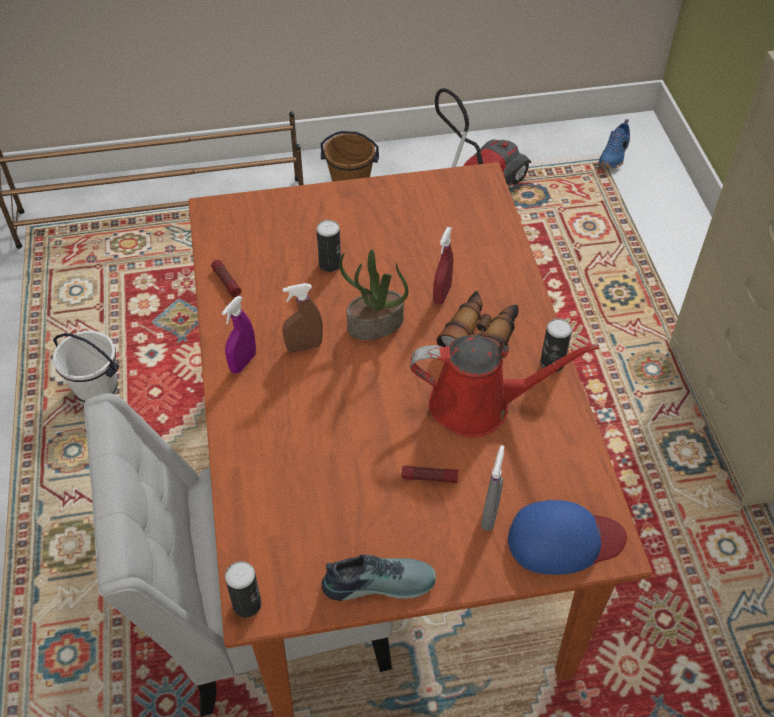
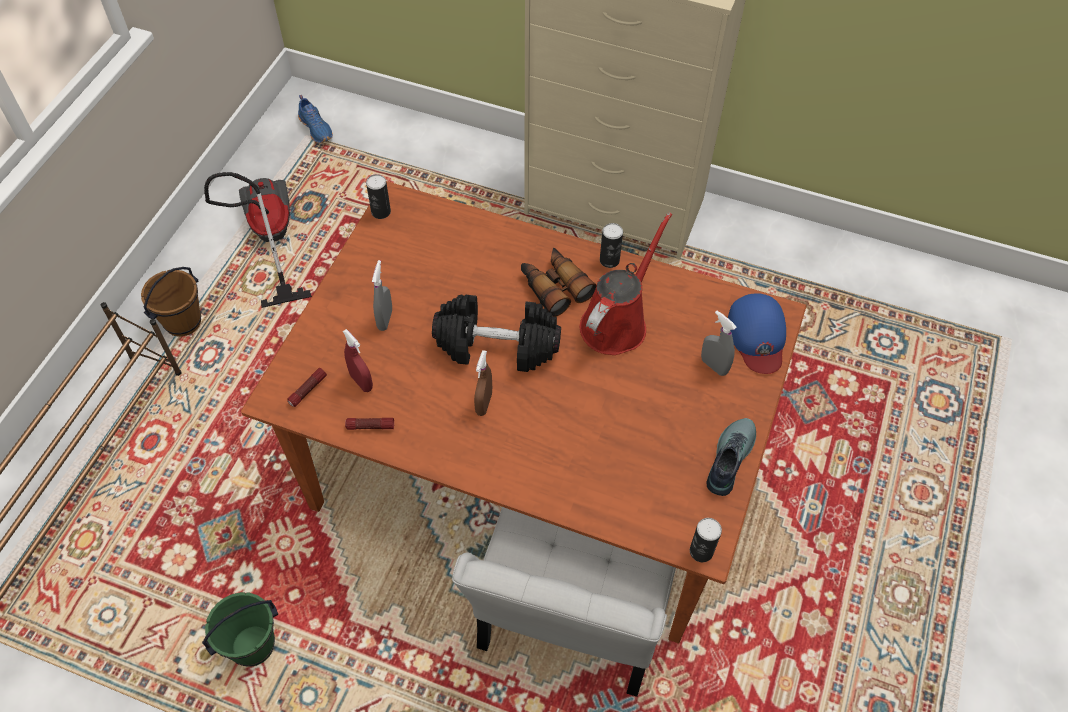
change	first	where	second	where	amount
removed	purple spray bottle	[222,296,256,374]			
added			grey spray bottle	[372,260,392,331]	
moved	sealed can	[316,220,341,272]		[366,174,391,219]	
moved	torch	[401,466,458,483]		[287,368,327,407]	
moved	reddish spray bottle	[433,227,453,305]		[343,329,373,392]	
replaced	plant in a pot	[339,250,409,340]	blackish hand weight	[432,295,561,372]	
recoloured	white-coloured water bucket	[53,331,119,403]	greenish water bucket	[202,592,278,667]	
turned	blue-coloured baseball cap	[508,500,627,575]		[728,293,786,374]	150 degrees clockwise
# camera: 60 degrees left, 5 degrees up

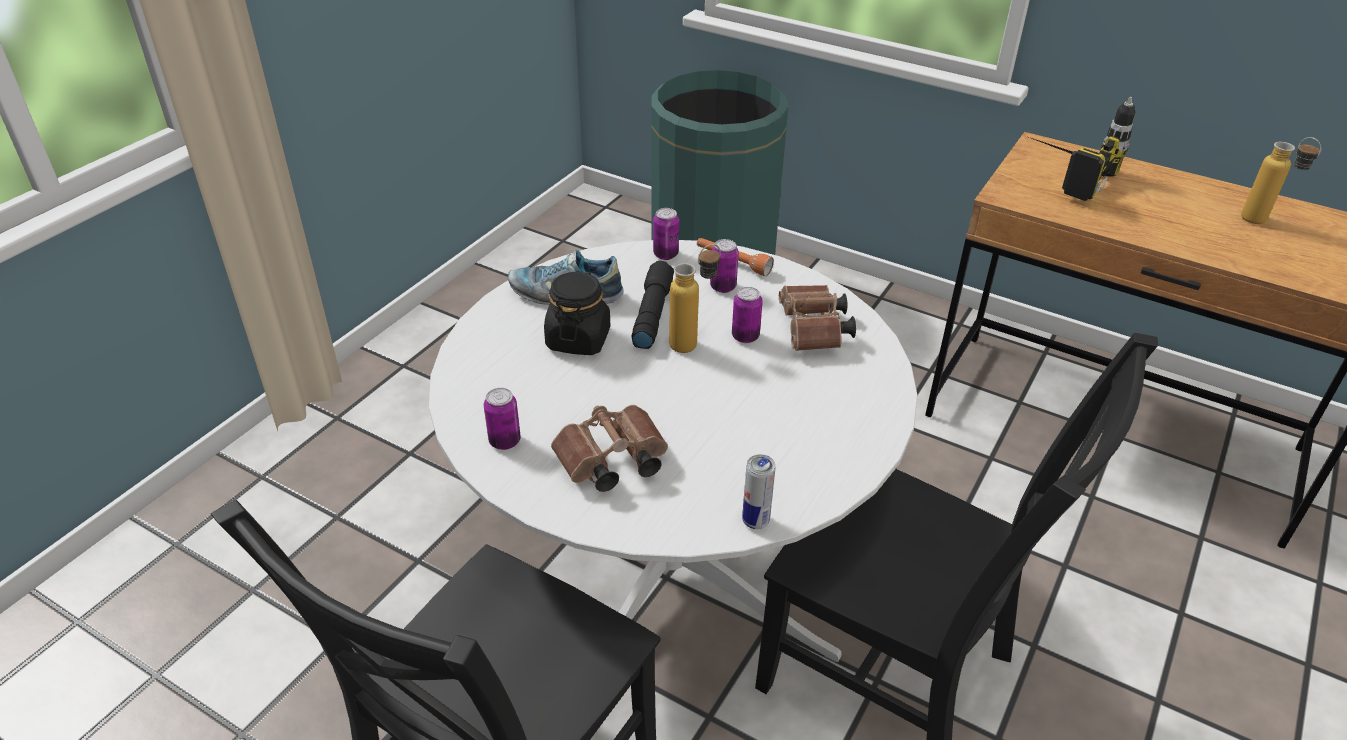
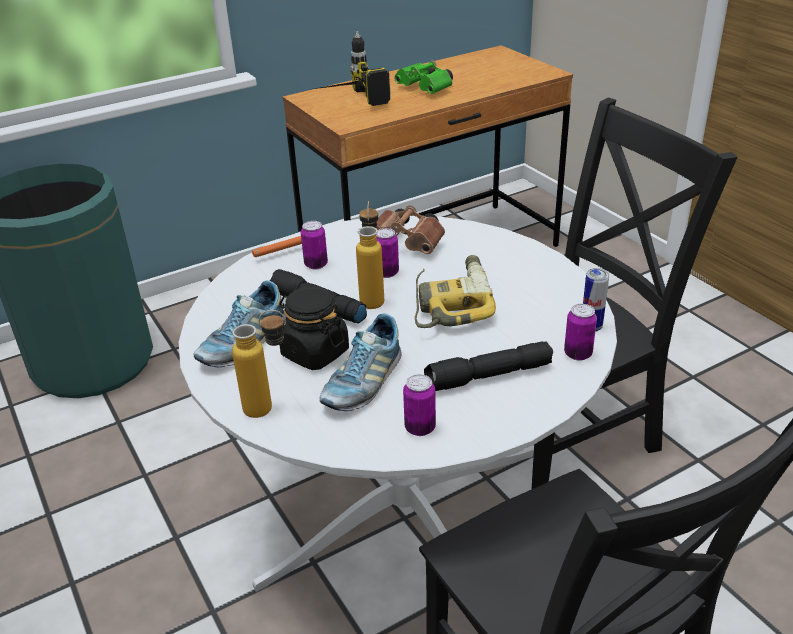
change	first	where	second	where	amount
added			item of footwear	[320,314,402,411]	
added			greenish field glasses	[394,60,453,94]	
added			drill	[415,255,496,328]	
moved	sealed can	[653,208,679,260]		[564,304,597,361]	
moved	beverage bottle	[1241,137,1321,224]		[232,310,286,418]	
replaced	brown field glasses	[551,405,668,492]	blackish torch	[424,341,553,391]	
# camera: 60 degrees left, 5 degrees down

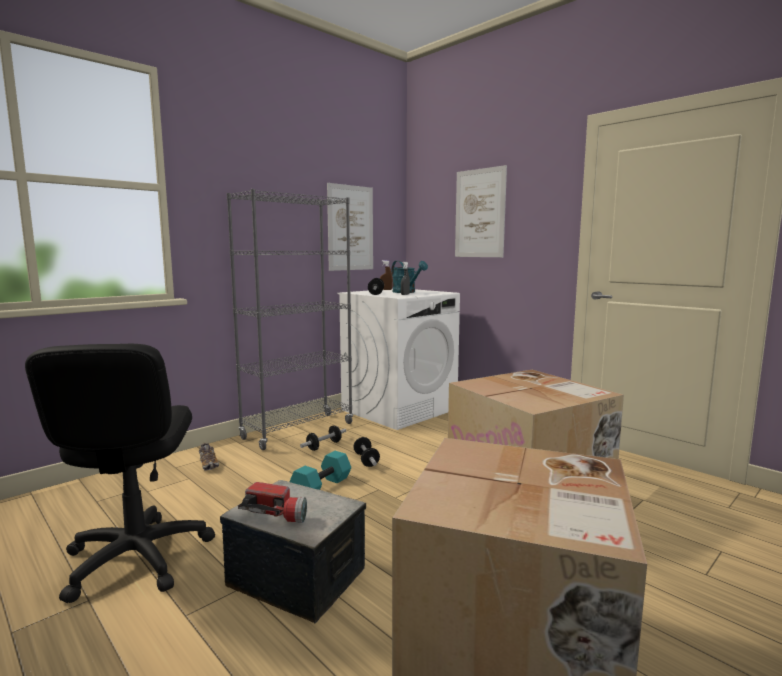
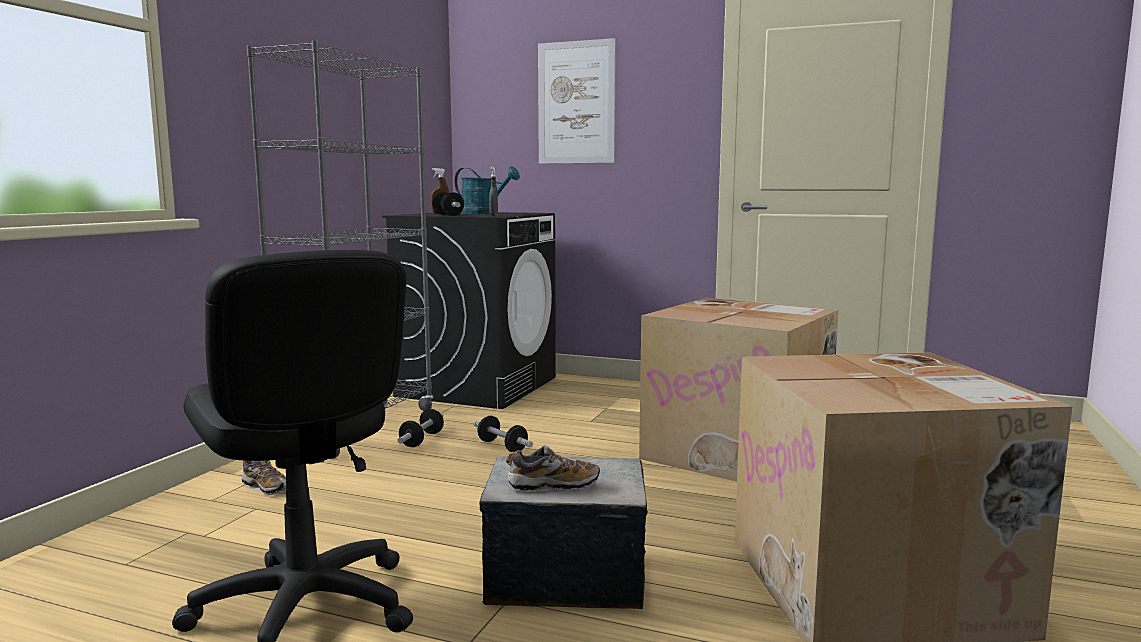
change	first	where	second	where	amount
removed	turquoise-coloured hand weight	[290,451,351,490]			
removed	picture	[327,183,373,271]			
replaced	torch	[238,482,307,523]	item of footwear	[506,445,600,492]	
recoloured	white-coloured laundry machine	[338,289,460,430]	blackish laundry machine	[382,212,556,409]	
# camera: 25 degrees left, 0 degrees up

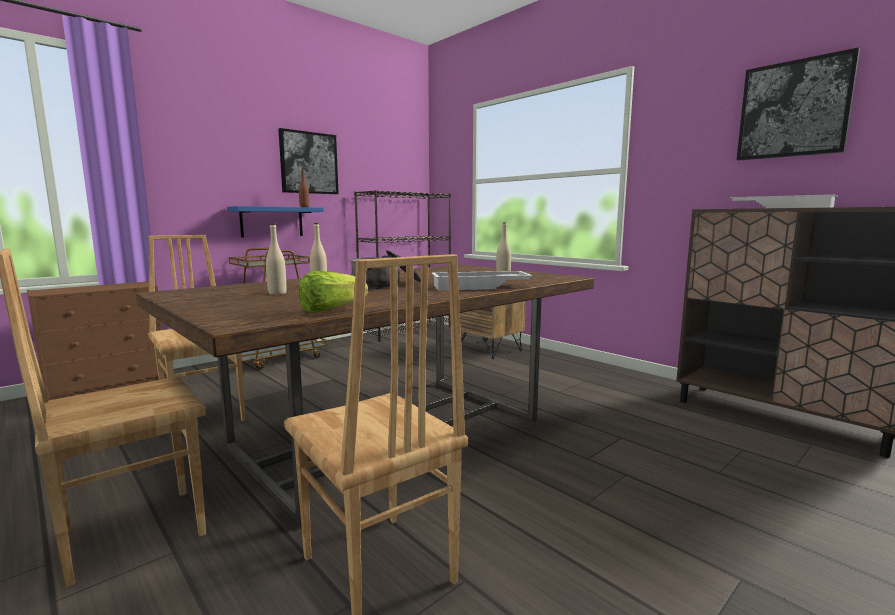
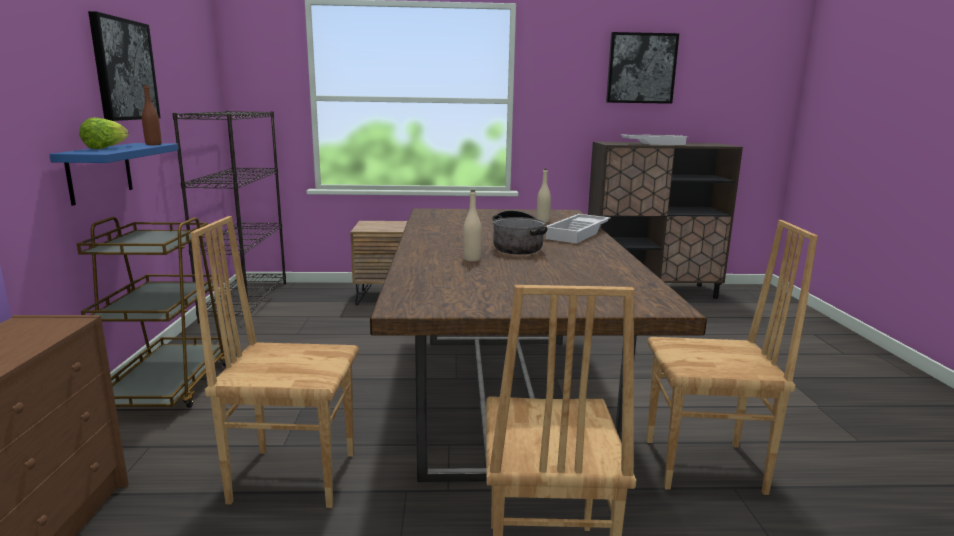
change	first	where	second	where	amount
removed	beige-coloured beverage bottle	[266,224,286,295]			
moved	lettuce head	[299,271,368,312]		[79,117,129,149]	
# camera: 50 degrees left, 5 degrees up

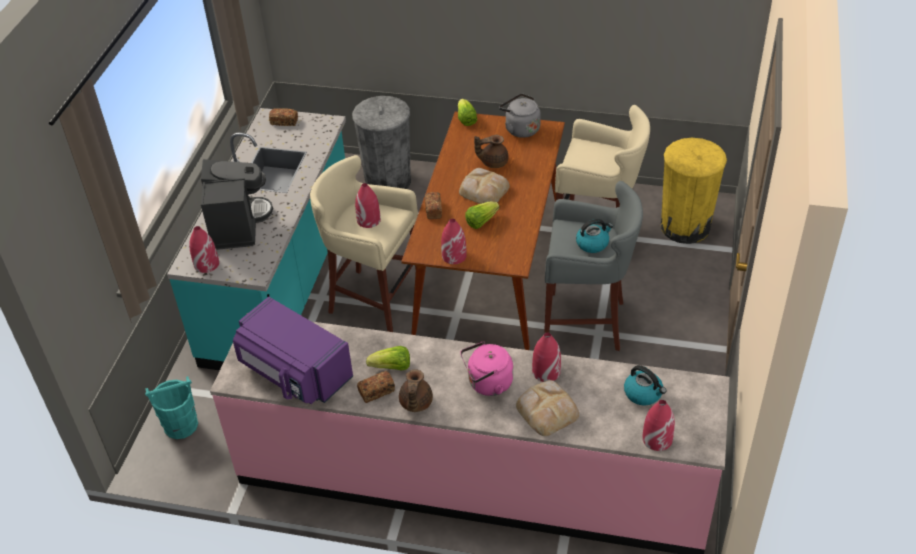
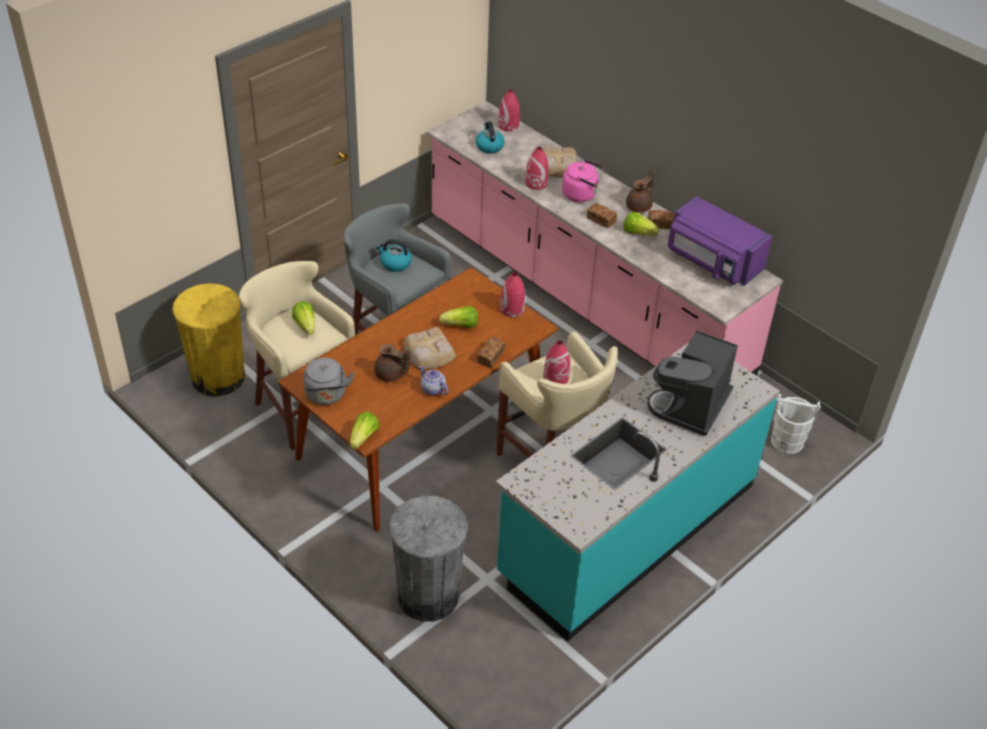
change	first	where	second	where	amount
removed	reddish flower vase	[189,226,219,273]			
added			lettuce head	[292,301,315,335]	
added			teapot	[419,365,448,396]	
moved	bakery bread	[269,108,298,126]		[587,203,617,228]	
recoloured	turquoise-coloured water bucket	[145,376,198,439]	white-coloured water bucket	[771,394,821,454]	
turned	purple microwave oven	[233,297,353,404]		[668,196,772,285]	150 degrees clockwise
# camera: 150 degrees left, 0 degrees up

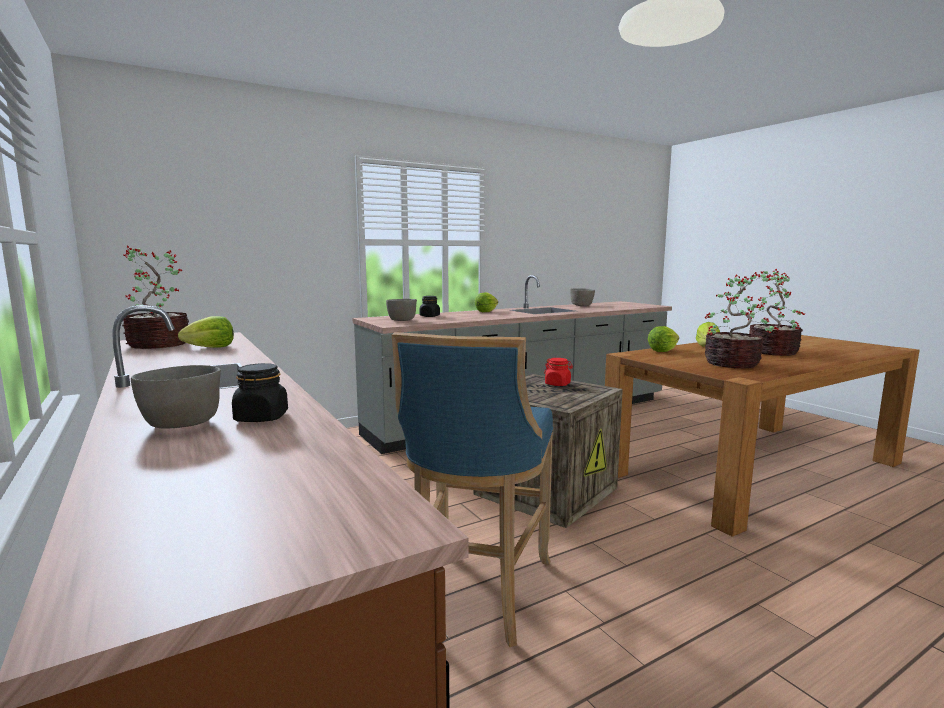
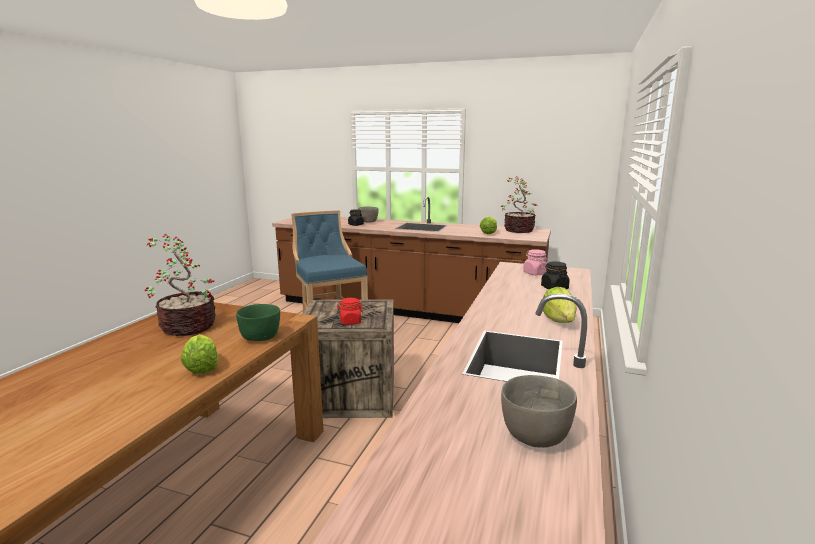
change	first	where	second	where	amount
removed	plant in a pot	[748,269,805,356]			
replaced	grey deep dish	[386,299,417,321]	pink-coloured jar	[523,249,548,275]	
replaced	lettuce head	[648,326,679,352]	greenish deep dish	[236,304,280,341]	
# camera: 140 degrees right, 5 degrees up

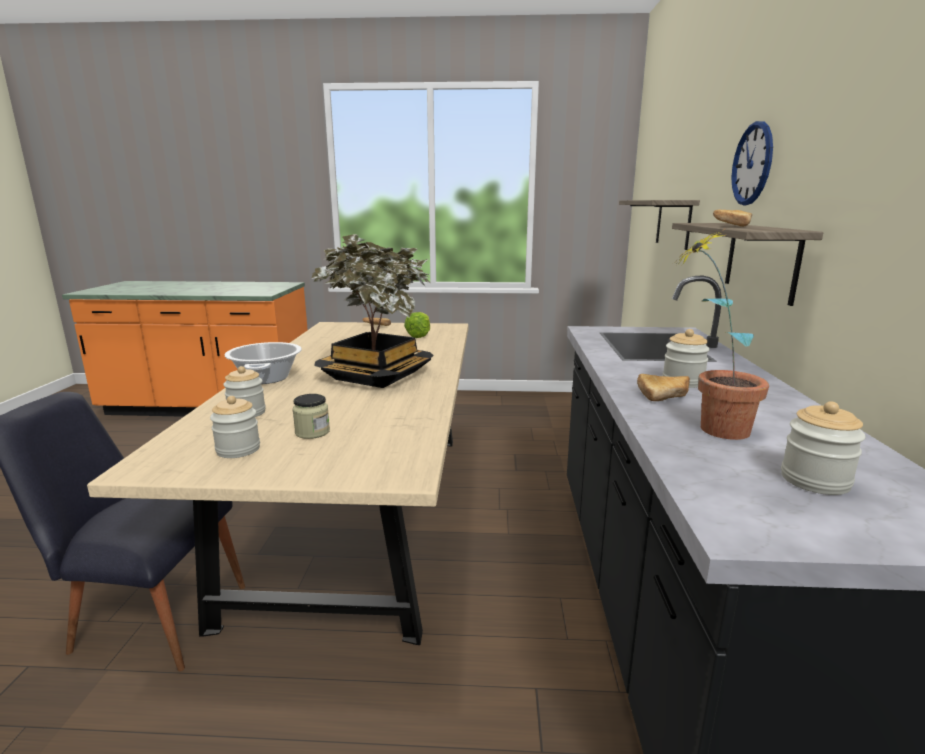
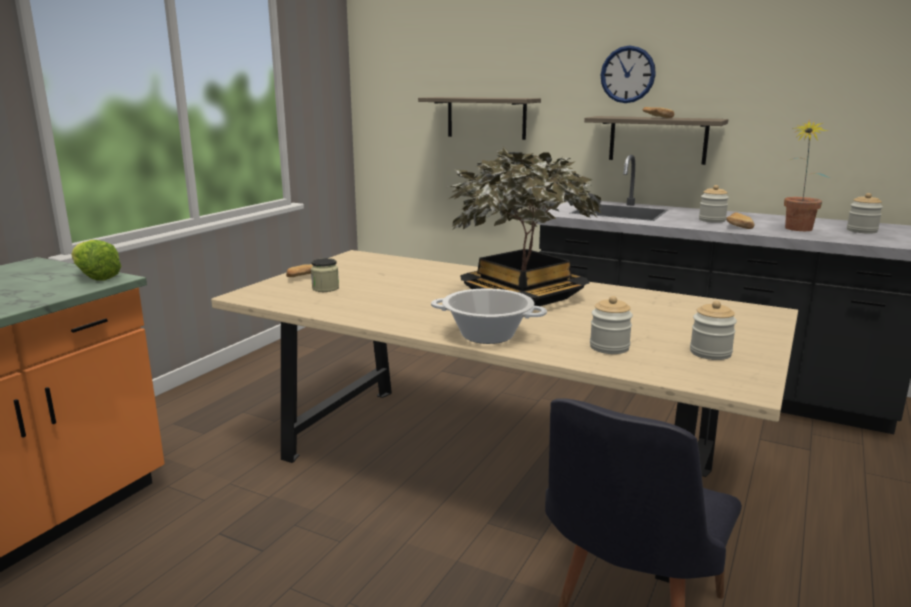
change	first	where	second	where	amount
moved	jar	[292,394,330,439]		[311,258,339,292]	
moved	lettuce head	[404,312,430,338]		[71,240,122,281]	
# camera: 65 degrees left, 0 degrees up

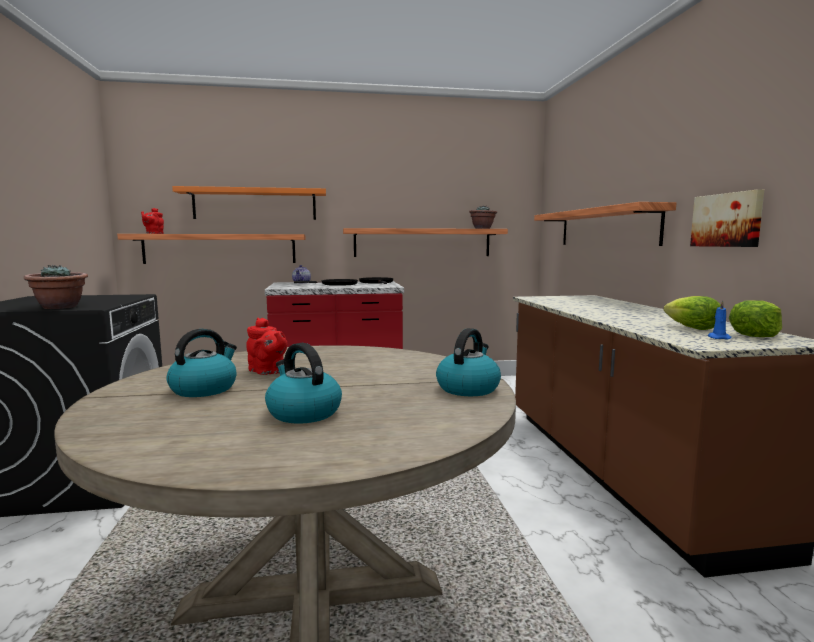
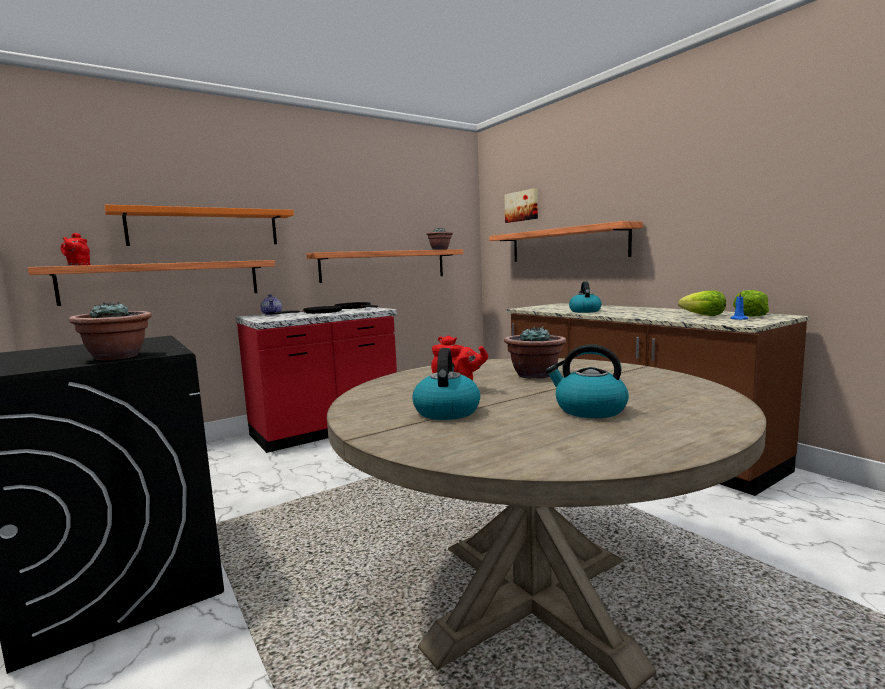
change	first	where	second	where	amount
added			plant in a pot	[504,326,566,379]	
moved	tea kettle	[436,328,501,396]		[569,281,602,313]	
moved	picture	[690,189,764,247]		[504,188,538,223]	
# camera: 25 degrees left, 0 degrees up

